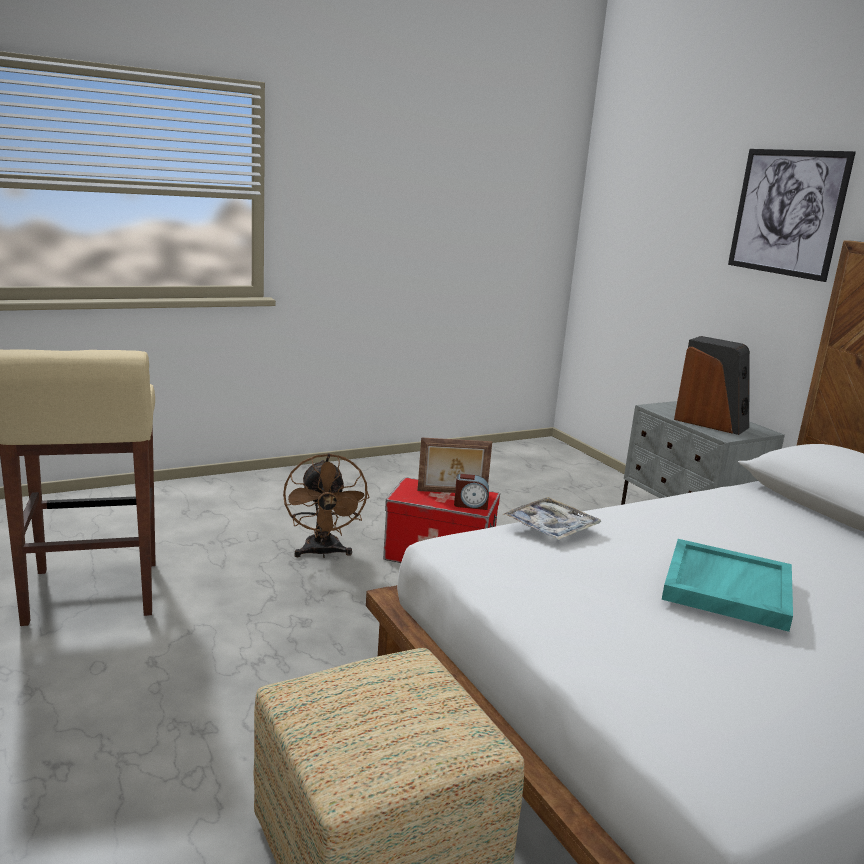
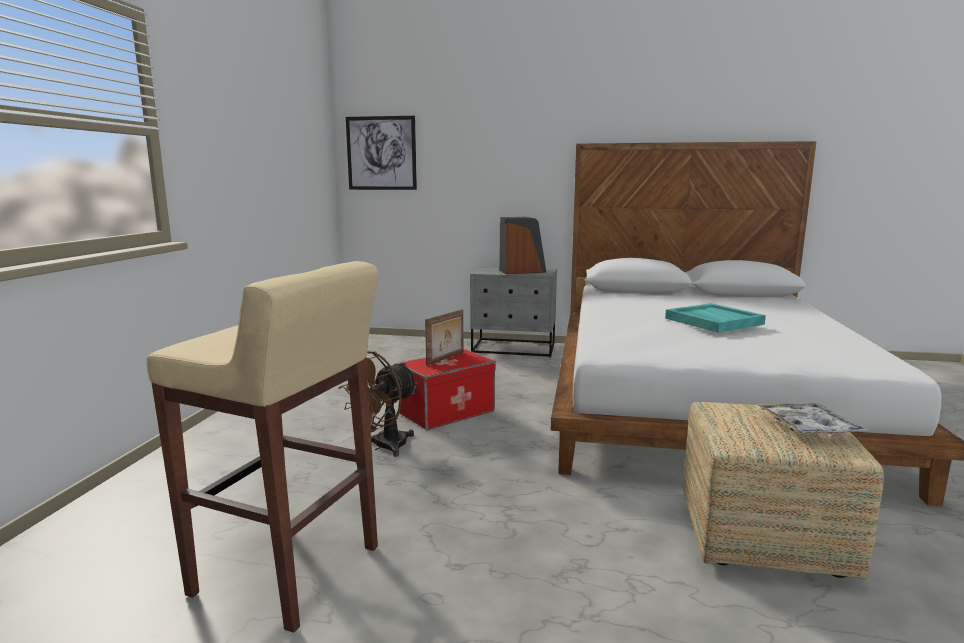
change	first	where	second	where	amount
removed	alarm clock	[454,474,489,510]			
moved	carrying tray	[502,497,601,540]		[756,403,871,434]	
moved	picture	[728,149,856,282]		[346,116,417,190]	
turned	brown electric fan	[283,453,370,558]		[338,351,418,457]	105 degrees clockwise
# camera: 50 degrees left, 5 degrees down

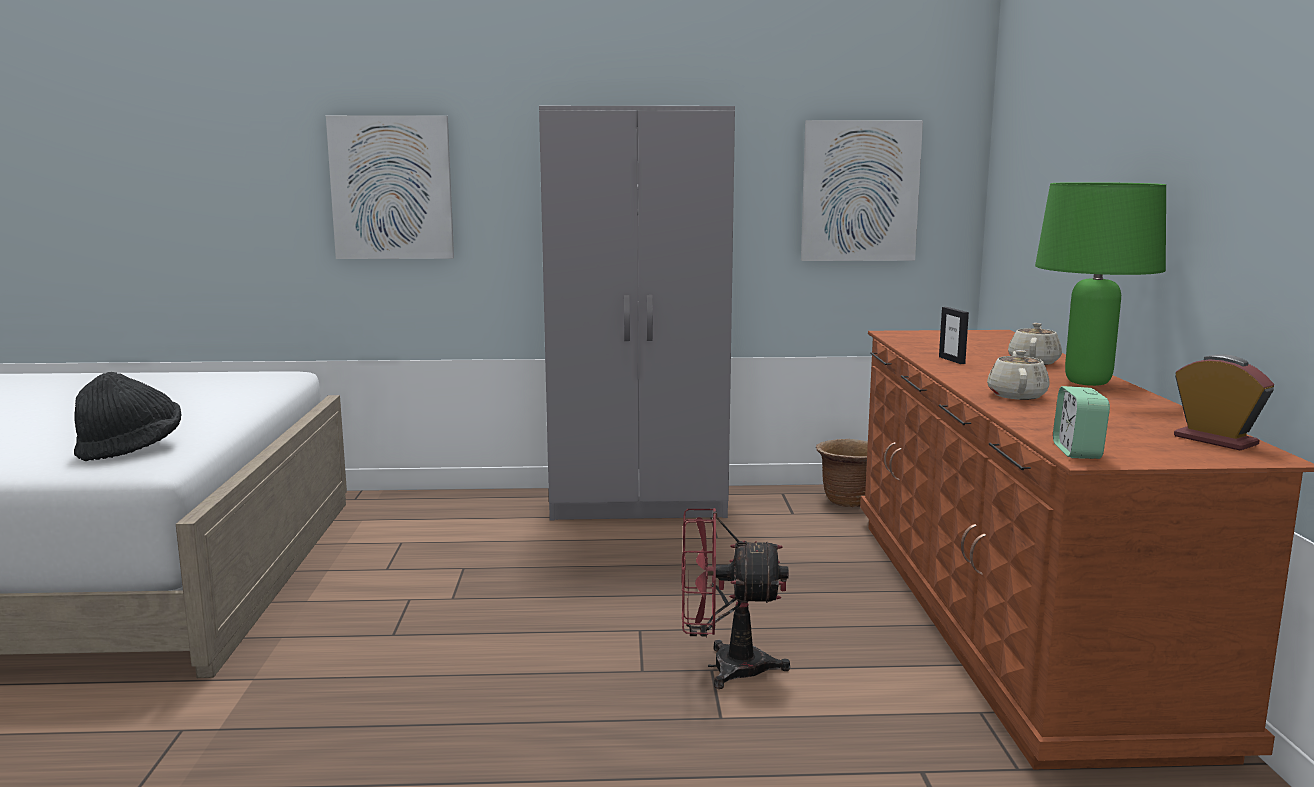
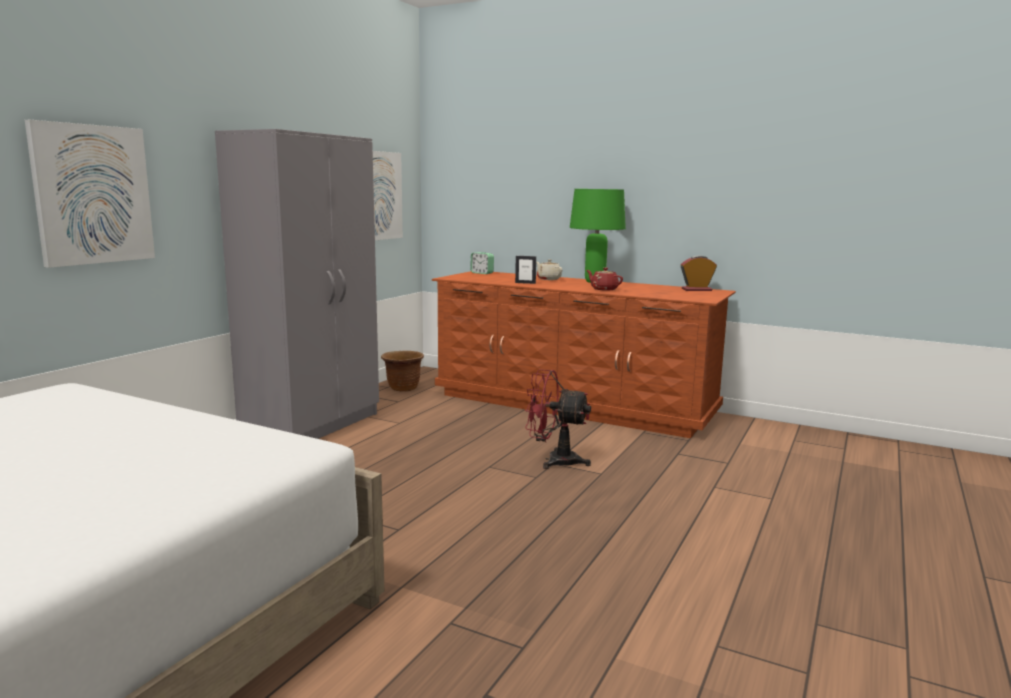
change	first	where	second	where	amount
removed	blackish wearable hat	[74,372,182,461]			
moved	alarm clock	[1053,386,1110,459]		[470,252,494,274]	
recoloured	beige-coloured teapot	[987,350,1050,400]	reddish teapot	[586,268,623,291]	
turned	reddish electric fan	[681,508,790,689]		[525,369,591,469]	75 degrees clockwise
# camera: 60 degrees left, 0 degrees up

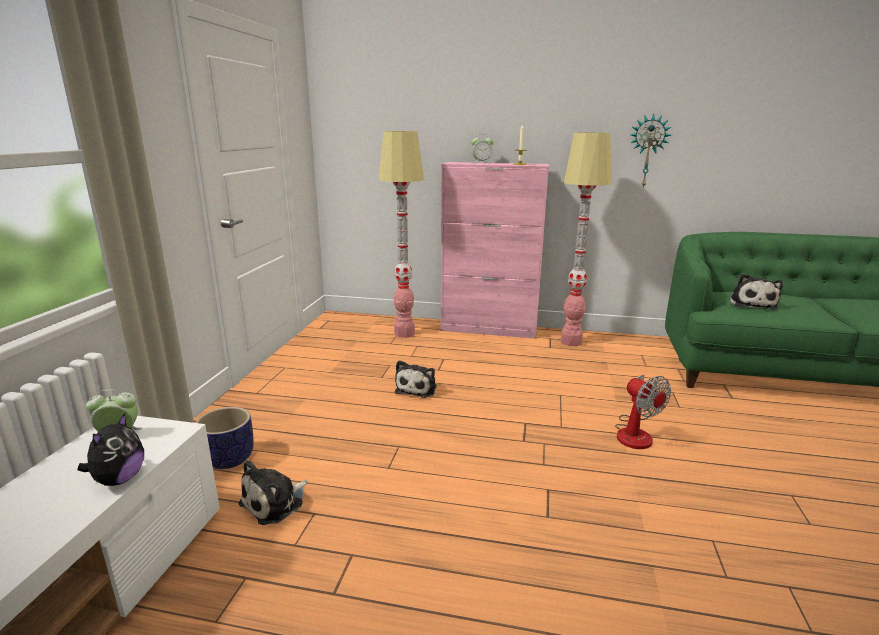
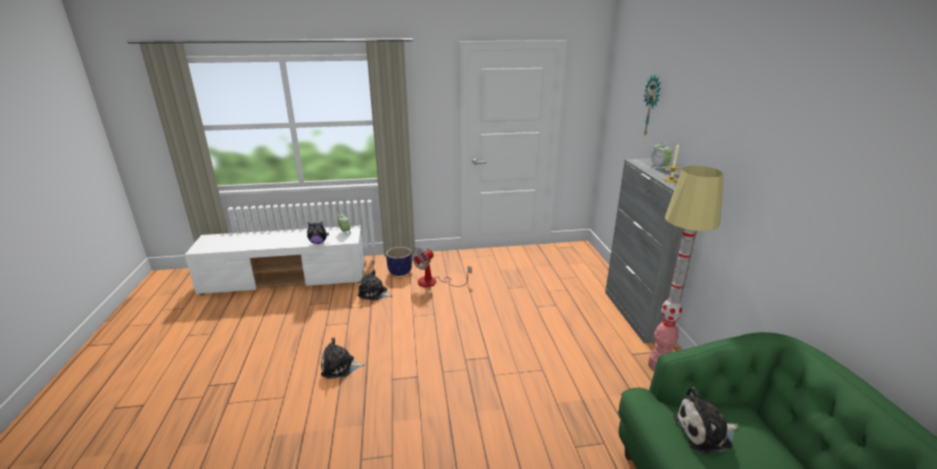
change	first	where	second	where	amount
removed	standing lamp	[379,131,424,338]			
moved	soft toy	[395,360,437,398]		[321,337,366,379]	
moved	electric fan	[615,375,671,449]		[411,248,472,287]	
moved	hanging clock	[630,114,671,188]		[643,75,661,135]	
recoloured	pink-coloured cupboard	[441,162,549,339]	grey cupboard	[605,158,697,343]	
# camera: 70 degrees right, 5 degrees up

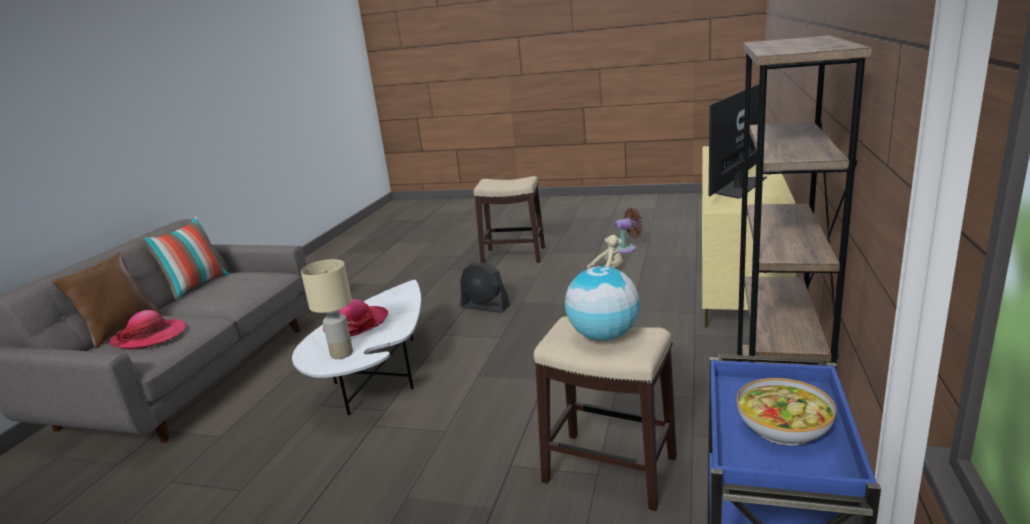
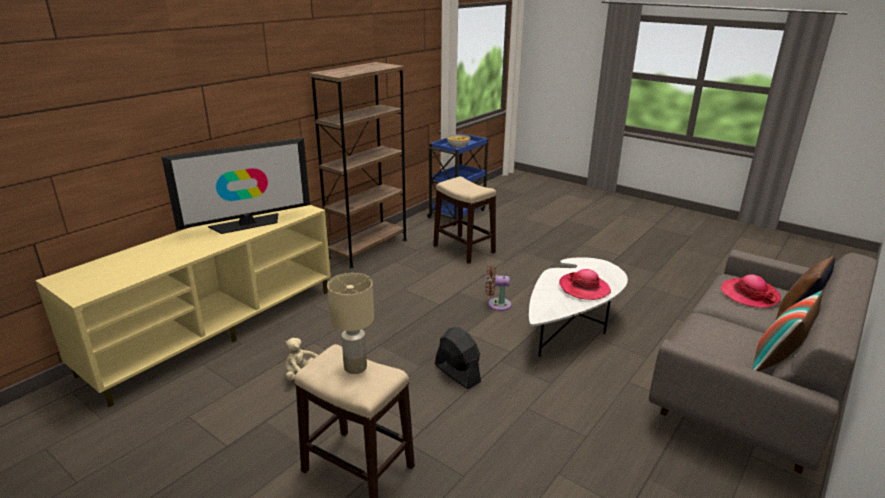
change	first	where	second	where	amount
removed	world globe	[565,266,640,341]			
moved	beige-coloured lamp for a table	[301,259,353,359]		[327,273,374,374]	
moved	brown electric fan	[615,208,643,253]		[486,265,511,311]	
# camera: 160 degrees left, 5 degrees up

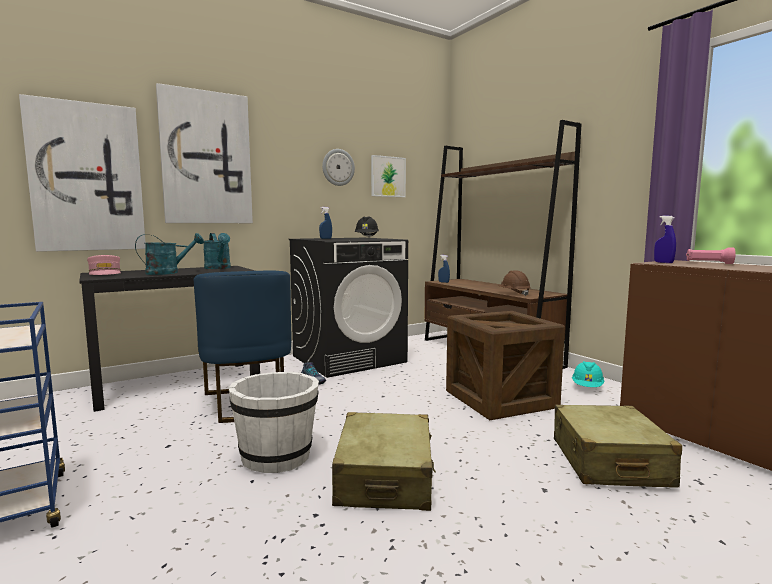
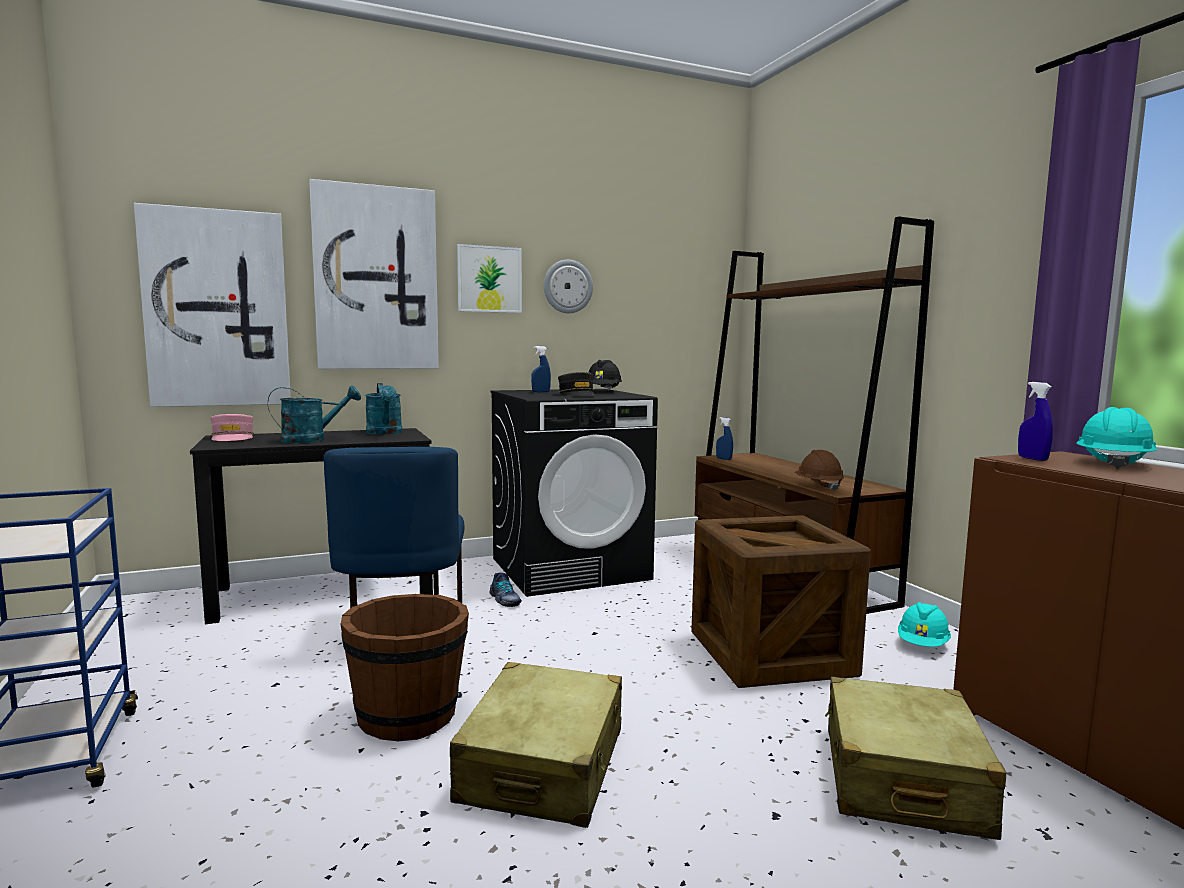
change	first	where	second	where	amount
added			grey baseball cap	[558,372,595,396]	
moved	picture	[371,155,406,197]		[457,244,522,313]	
replaced	pink-coloured torch	[686,247,736,264]	turquoise-coloured hard hat	[1076,407,1157,469]	
recoloured	white-coloured water bucket	[228,371,319,473]	brown water bucket	[341,594,469,741]	
# camera: 10 degrees right, 0 degrees up

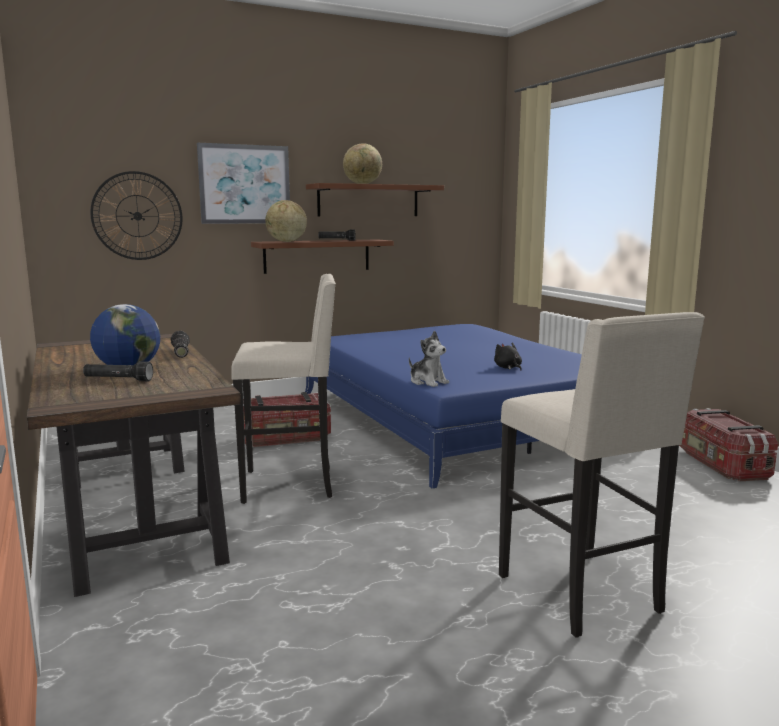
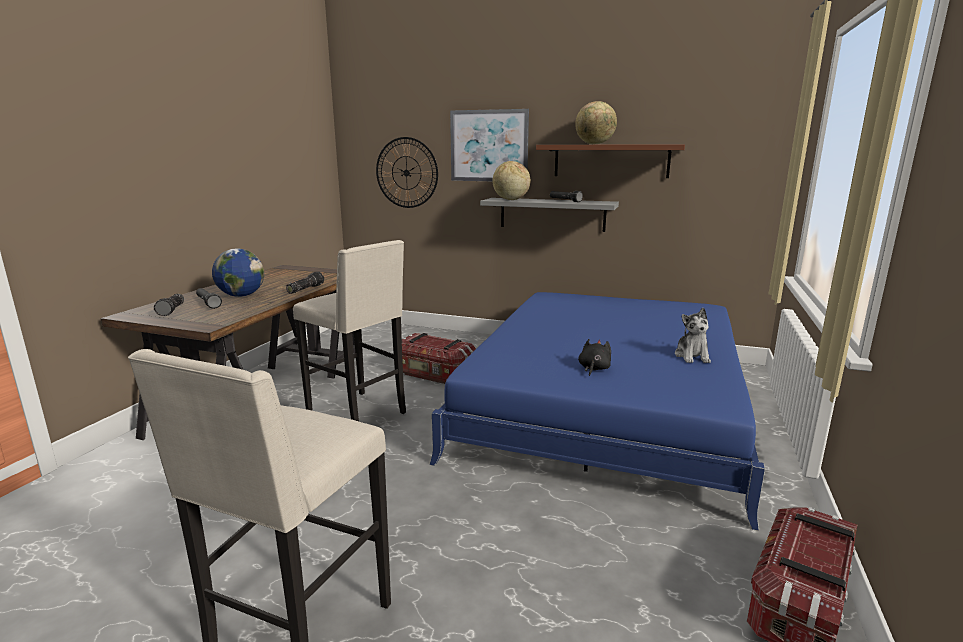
change	first	where	second	where	amount
added			torch	[154,294,184,316]	
moved	soft toy	[409,331,449,387]		[675,308,711,363]	
recoloured	brown bracket shelf	[251,239,394,274]	grey bracket shelf	[480,198,619,232]	
# camera: 45 degrees right, 5 degrees up

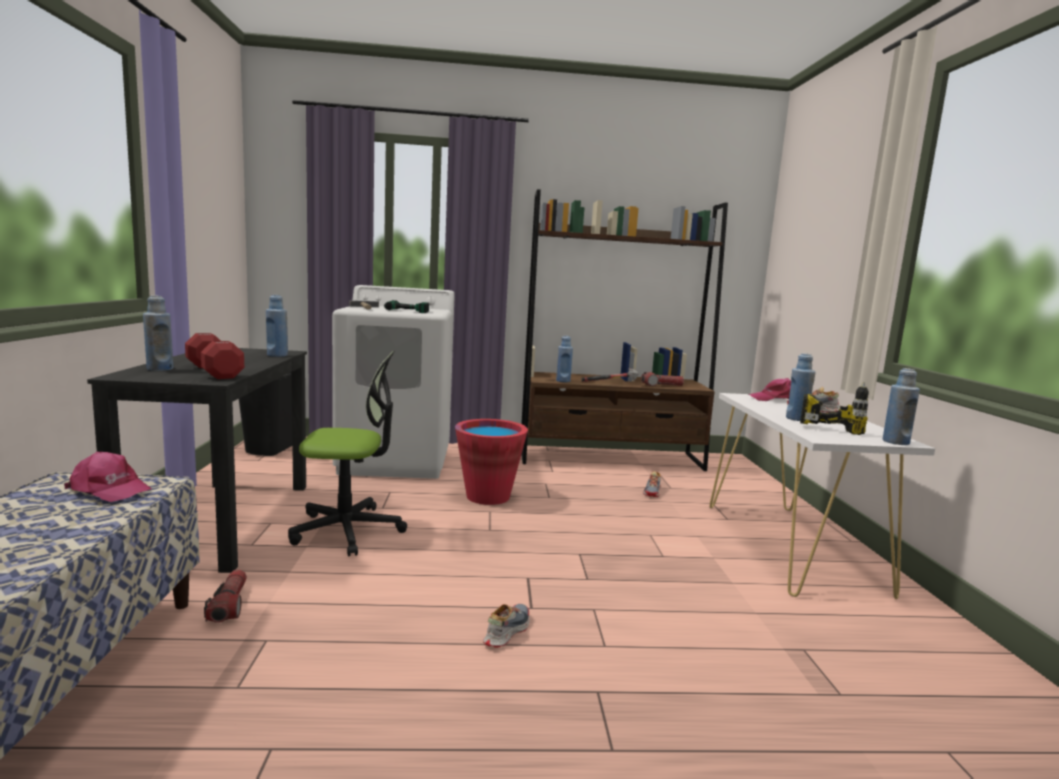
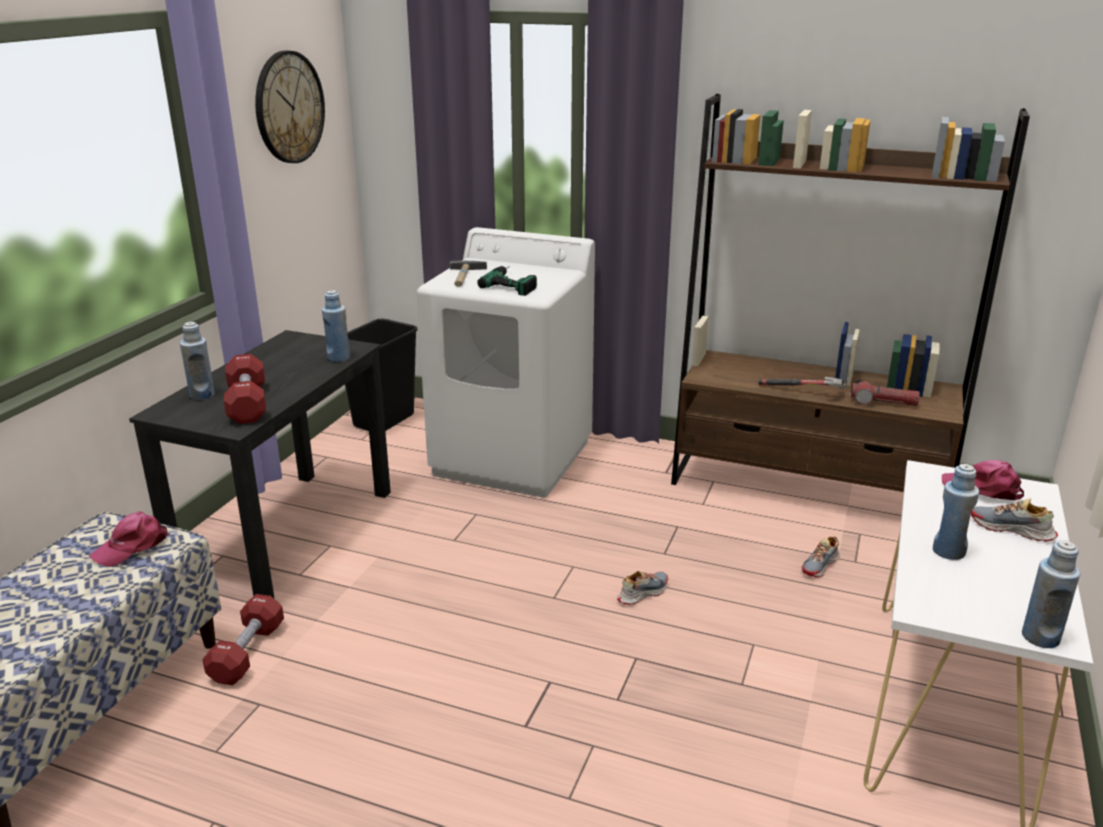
change	first	where	second	where	amount
removed	computer chair	[288,351,407,556]			
removed	reddish water bucket	[455,419,528,505]			
removed	blue-coloured beverage bottle	[556,336,573,382]			
removed	drill	[800,382,869,435]			
added			hanging clock	[255,51,325,163]	
moved	item of footwear	[483,604,529,647]		[617,571,668,605]	
replaced	torch	[204,570,247,623]	reddish hand weight	[202,594,284,685]	
turned	pink-coloured baseball cap	[64,452,152,502]		[89,512,168,567]	90 degrees clockwise
# camera: 25 degrees right, 15 degrees up

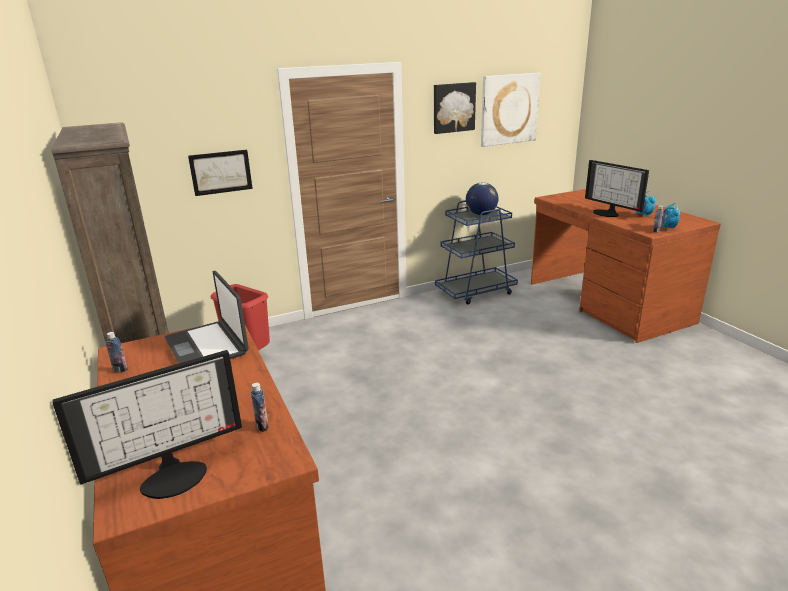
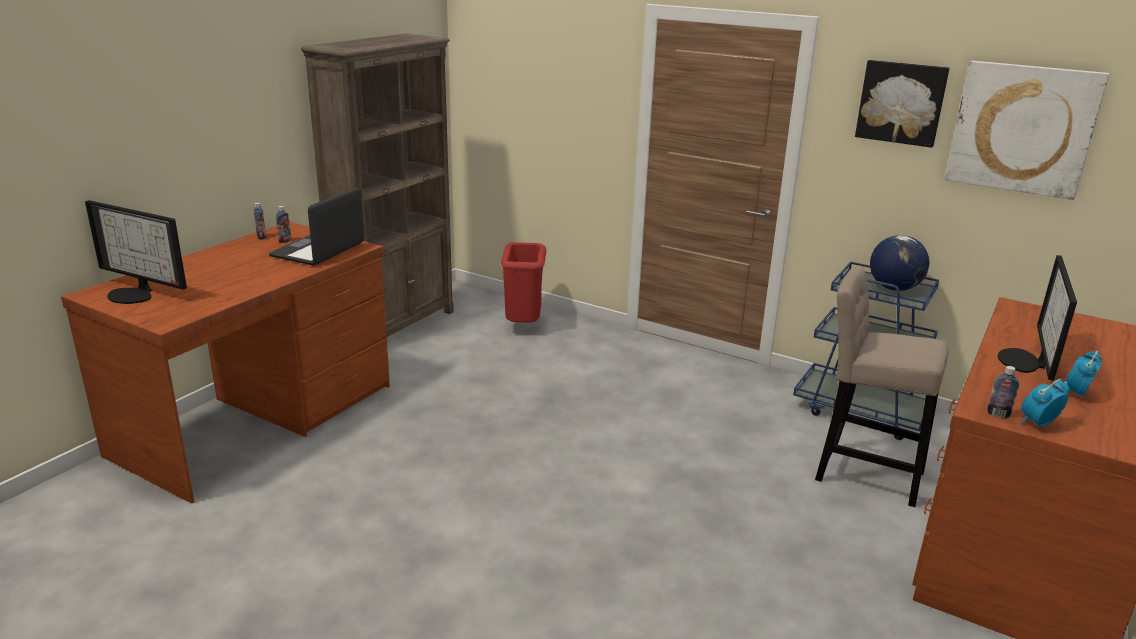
change	first	where	second	where	amount
removed	picture	[188,150,253,196]			
added			beige-coloured sitting stool	[815,265,948,507]	
moved	beverage bottle	[251,383,269,432]		[276,206,291,243]	
# camera: 55 degrees right, 0 degrees up

